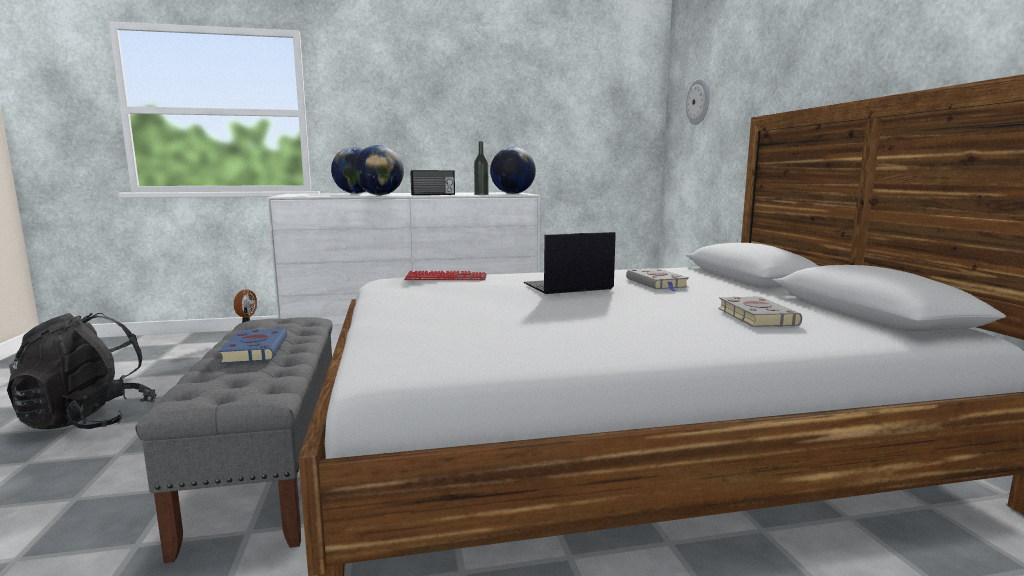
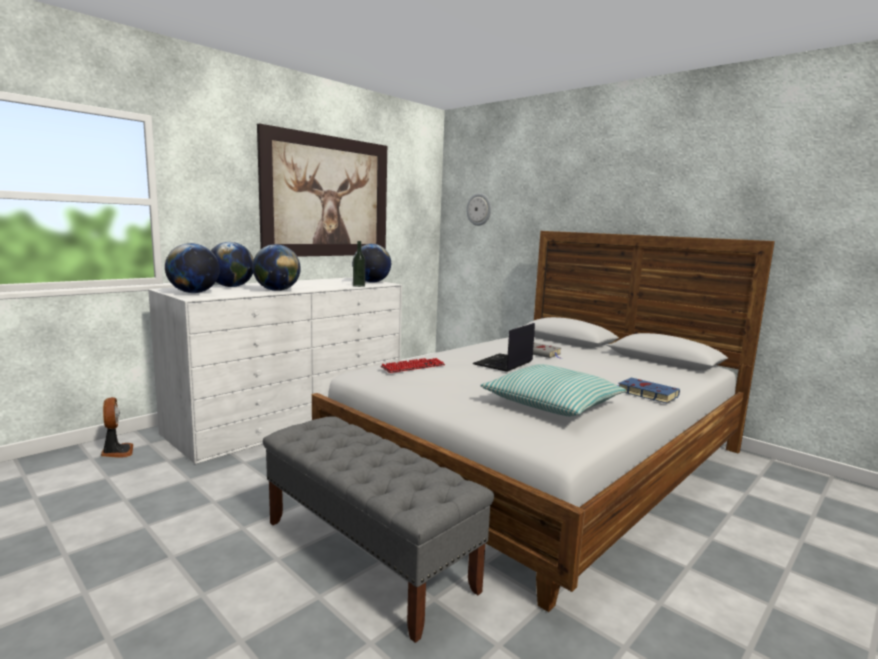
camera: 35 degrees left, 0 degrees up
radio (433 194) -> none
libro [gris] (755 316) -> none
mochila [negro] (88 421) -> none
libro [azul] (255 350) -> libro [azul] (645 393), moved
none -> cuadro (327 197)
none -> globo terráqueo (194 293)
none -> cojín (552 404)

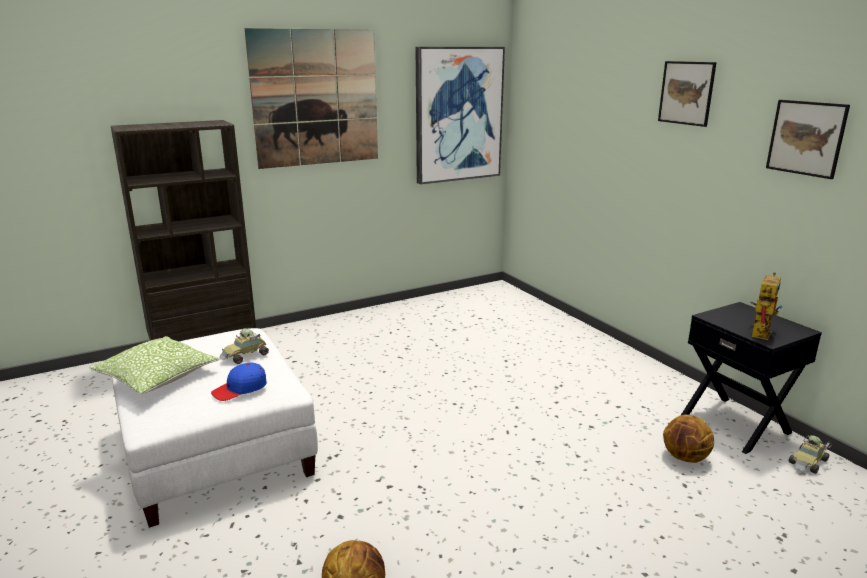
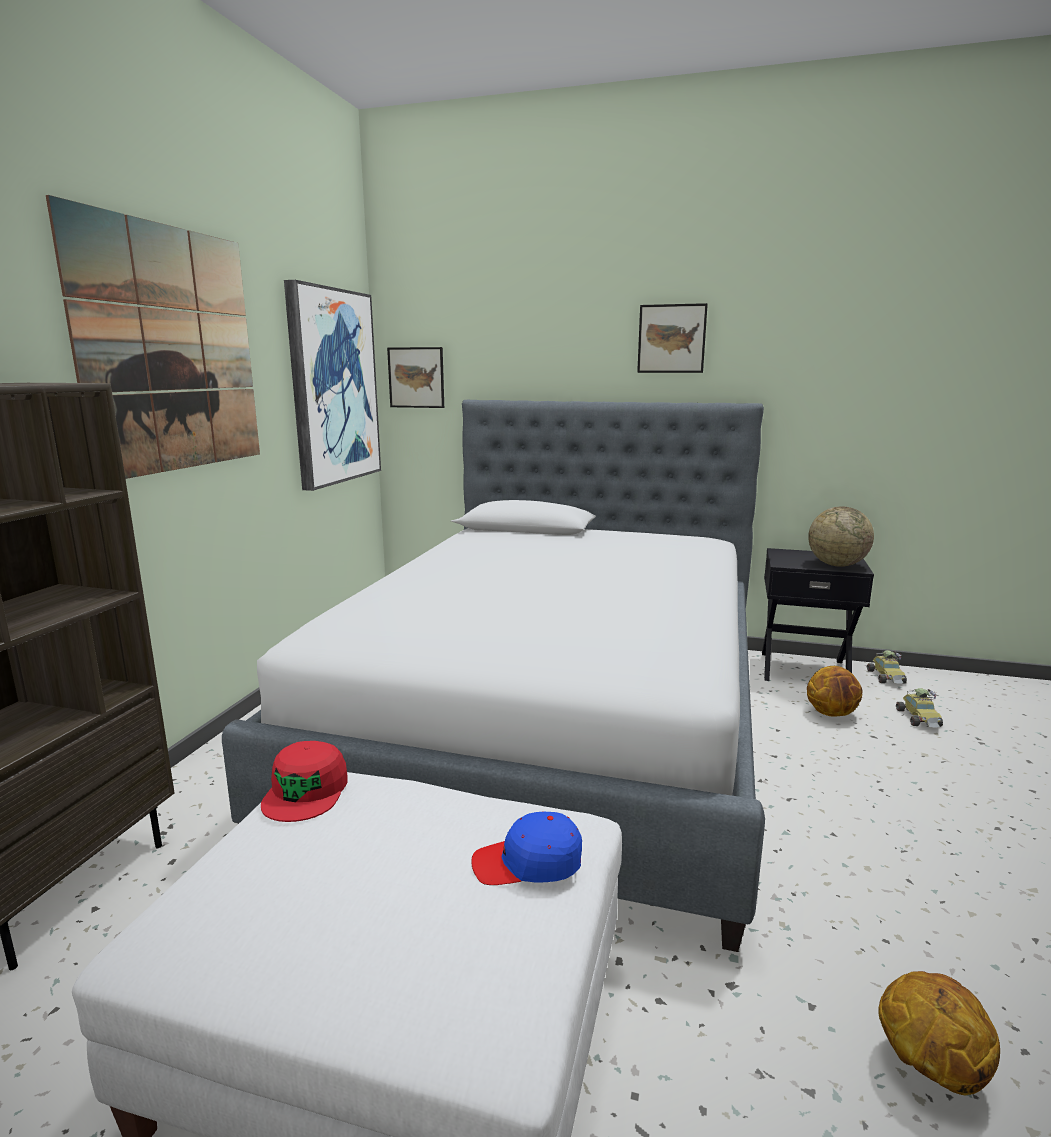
camera: 45 degrees left, 5 degrees down
cuadro (806 138) -> cuadro (416 377), moved
robot de juguete (759 332) -> globo terráqueo (836 565)
coche de juguete (246 356) -> coche de juguete (919 718), moved
cojín (157 377) -> none
gorra [azul] (240 389) -> gorra [azul] (528 863), 75 degrees clockwise
none -> cama (554 724)
none -> gorra [rojo] (306 791)

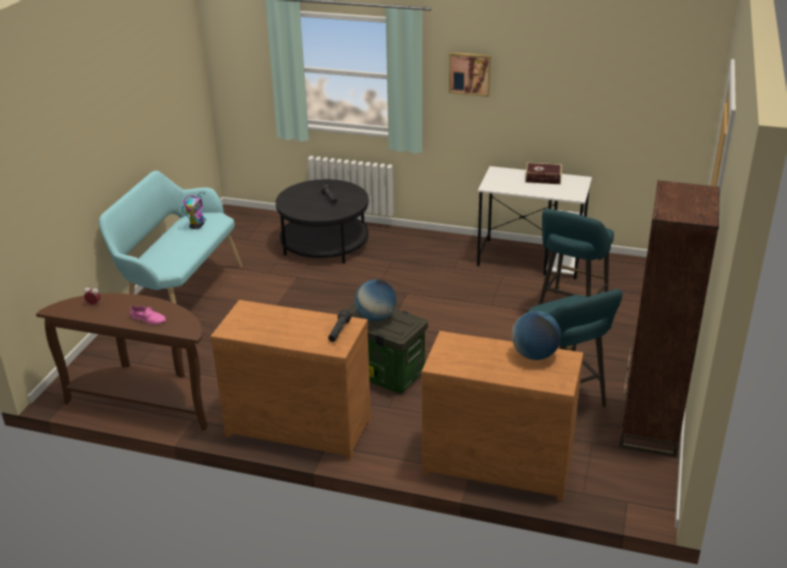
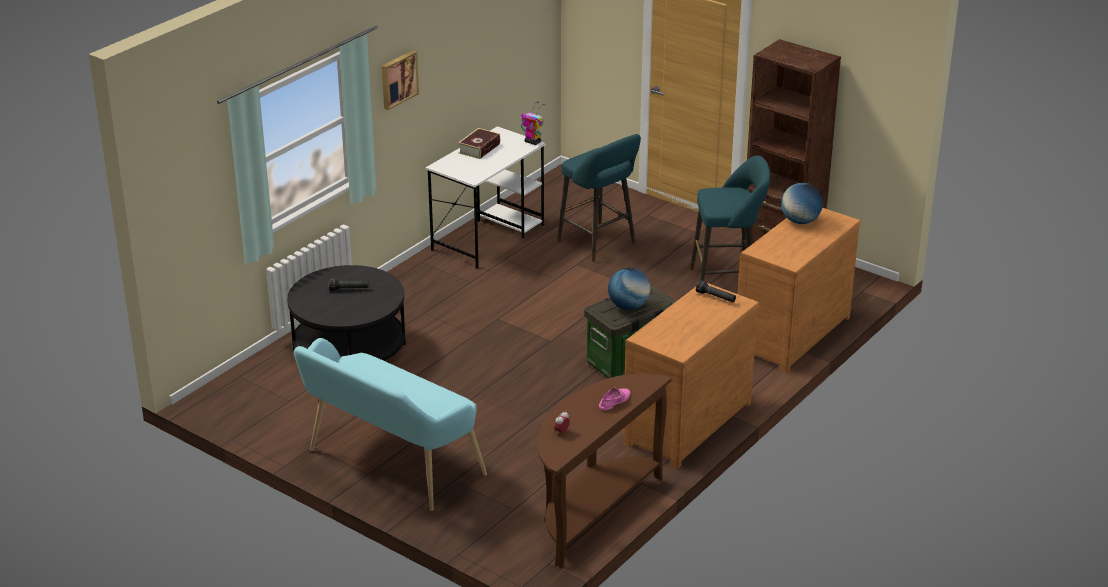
camera: 70 degrees left, 0 degrees up
robot de juguete (197 226) -> robot de juguete (532 142), moved

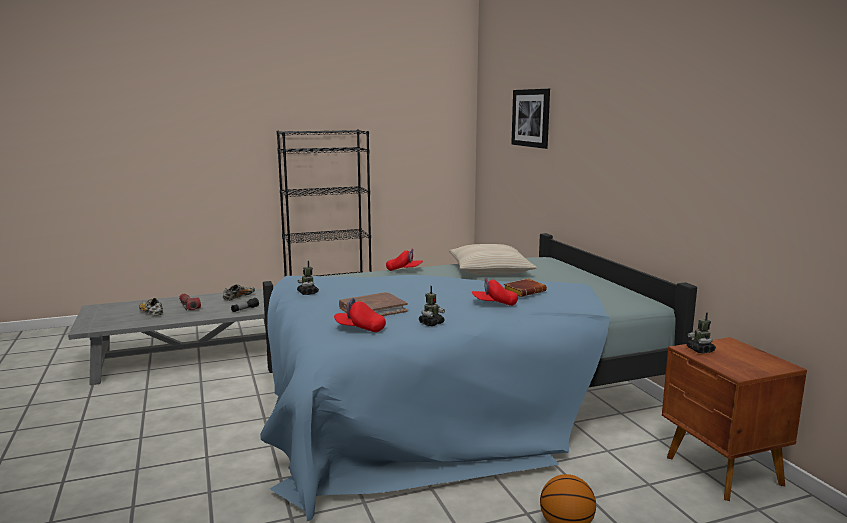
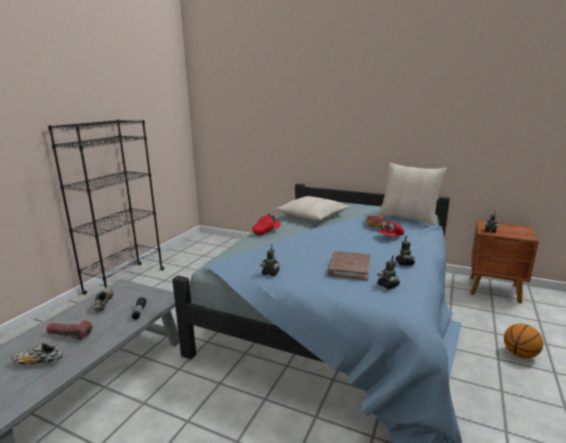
camera: 45 degrees left, 5 degrees up
cuadro (531 118) -> none
gorra [rojo] (360 329) -> robot de juguete (388 285)
none -> cojín [beis] (408 218)

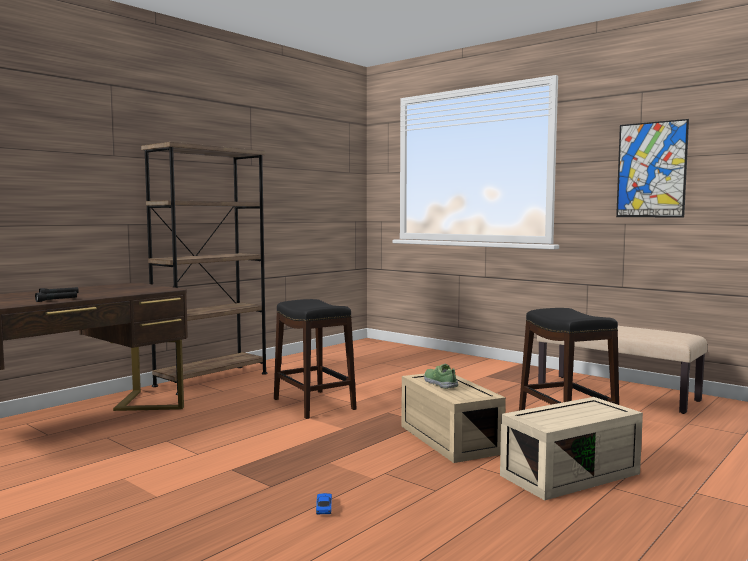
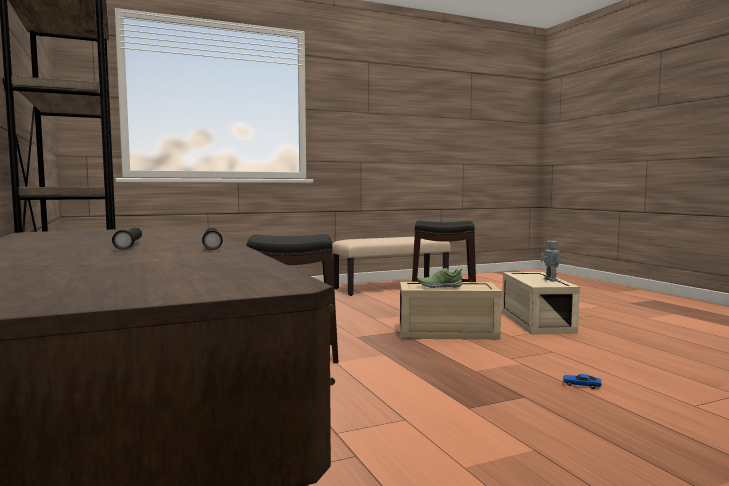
camera: 65 degrees left, 0 degrees up
cuadro (651 170) -> none
none -> robot de juguete (550 280)

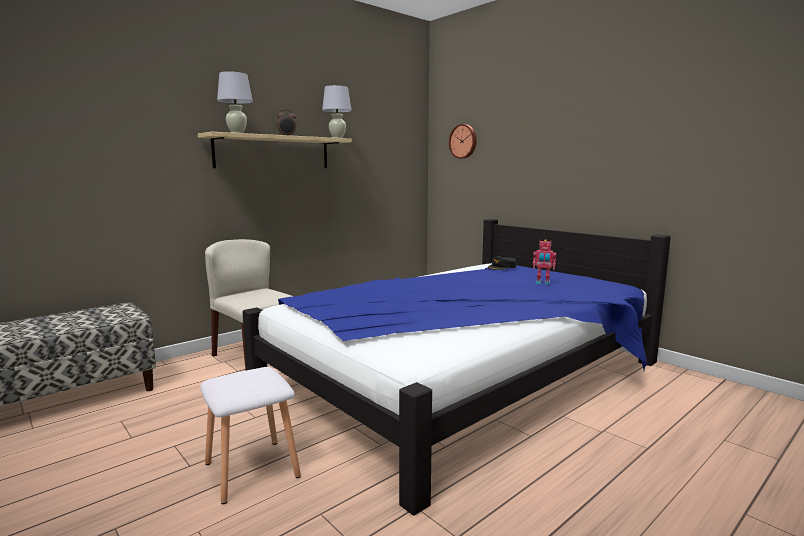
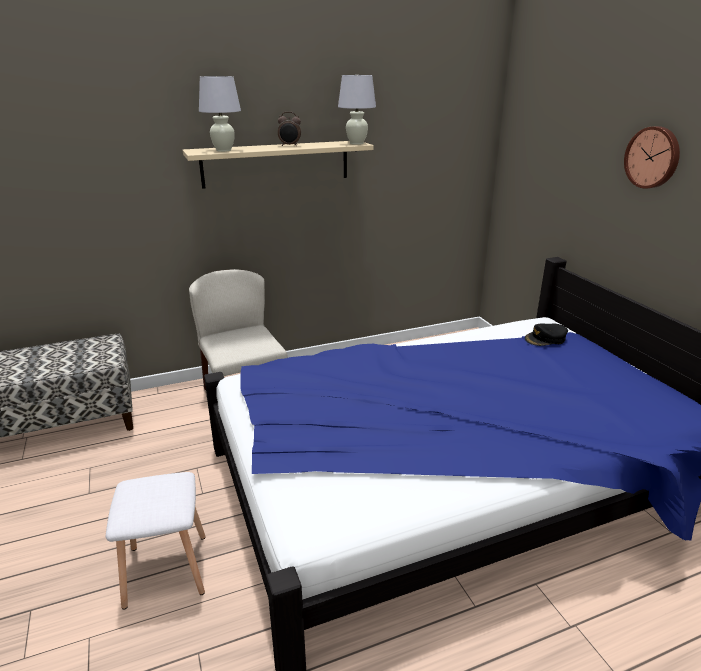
camera: 20 degrees right, 15 degrees up
reloj de pared (463 141) -> reloj de pared (653 157), moved
robot de juguete (542 283) -> none

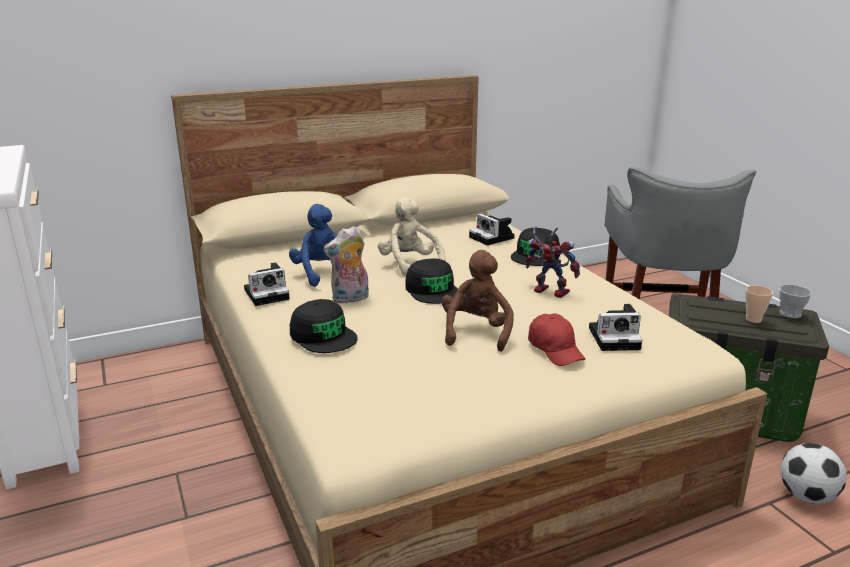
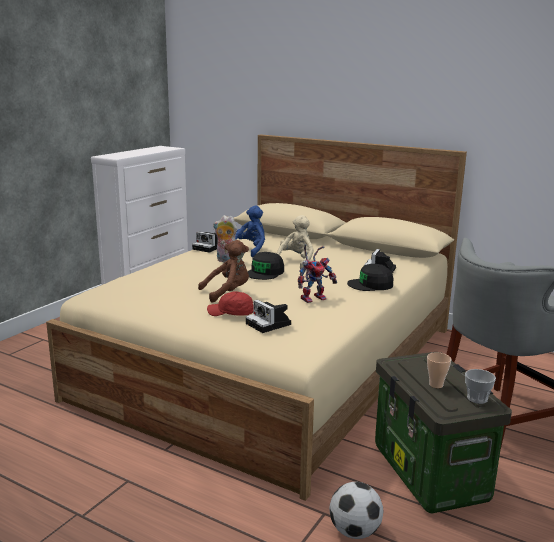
camera: 55 degrees right, 5 degrees down
robot de juguete (547 292) -> robot de juguete (314 298), 60 degrees clockwise
gorra [negro] (323 336) -> none
gorra [rojo] (555 350) -> gorra [rojo] (231 313), 75 degrees clockwise

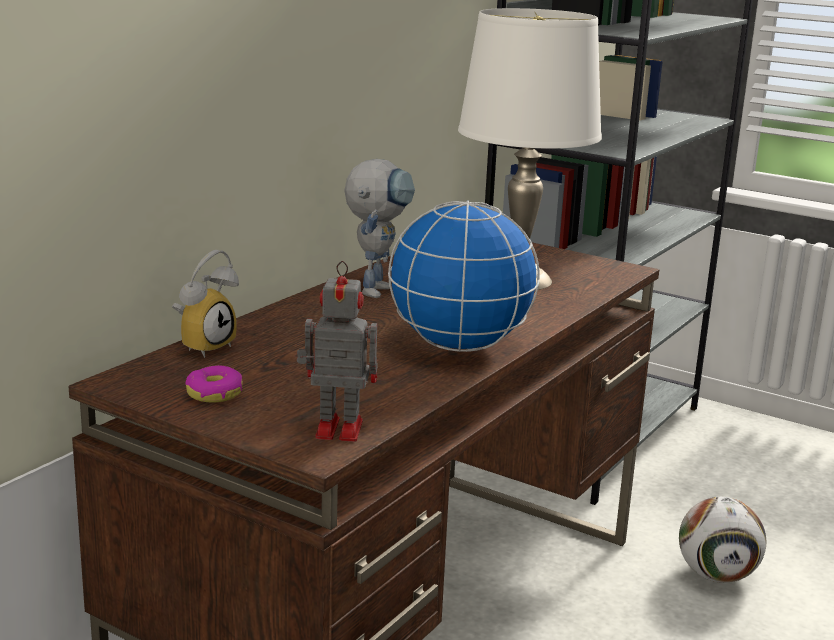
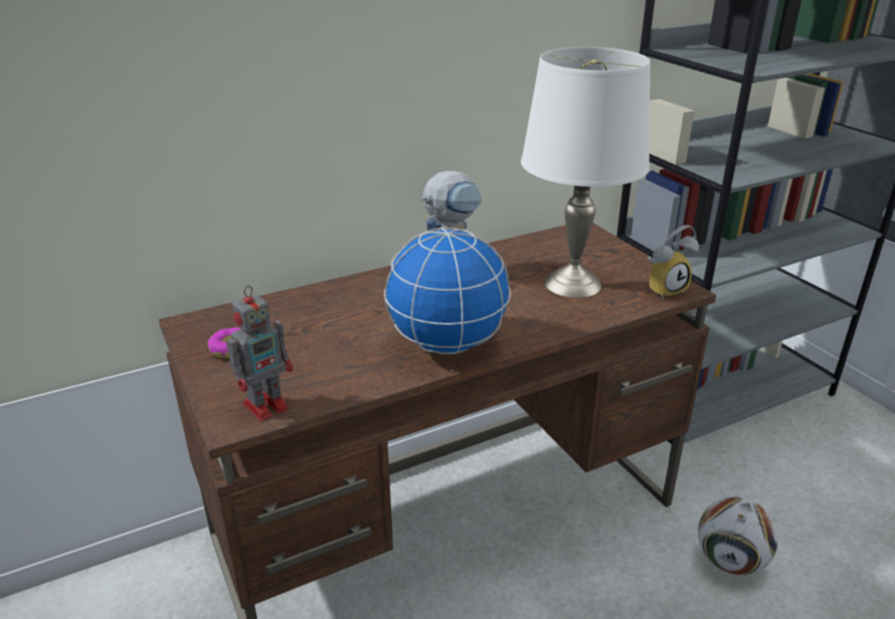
camera: 30 degrees right, 10 degrees up
despertador (204 346) -> despertador (664 289), moved
robot de juguete (336 429) -> robot de juguete (267 405), 105 degrees clockwise

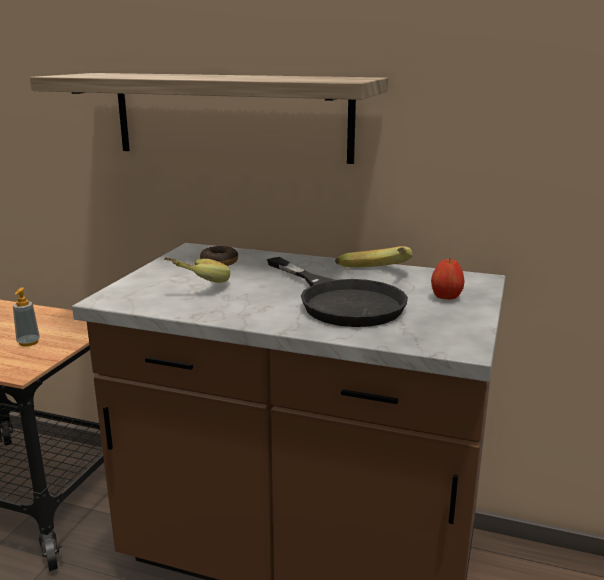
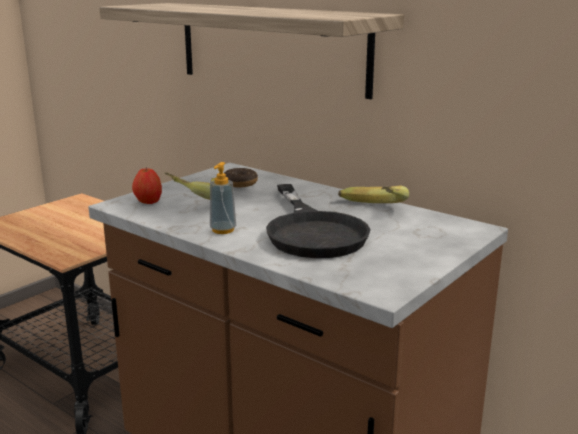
camera: 20 degrees right, 0 degrees up
manzana (446 298) -> manzana (148 202), moved
dispensador de jabón (28 342) -> dispensador de jabón (223 230), moved

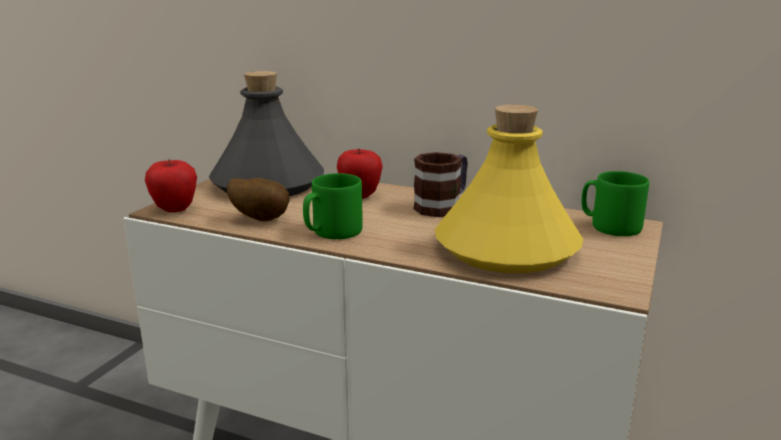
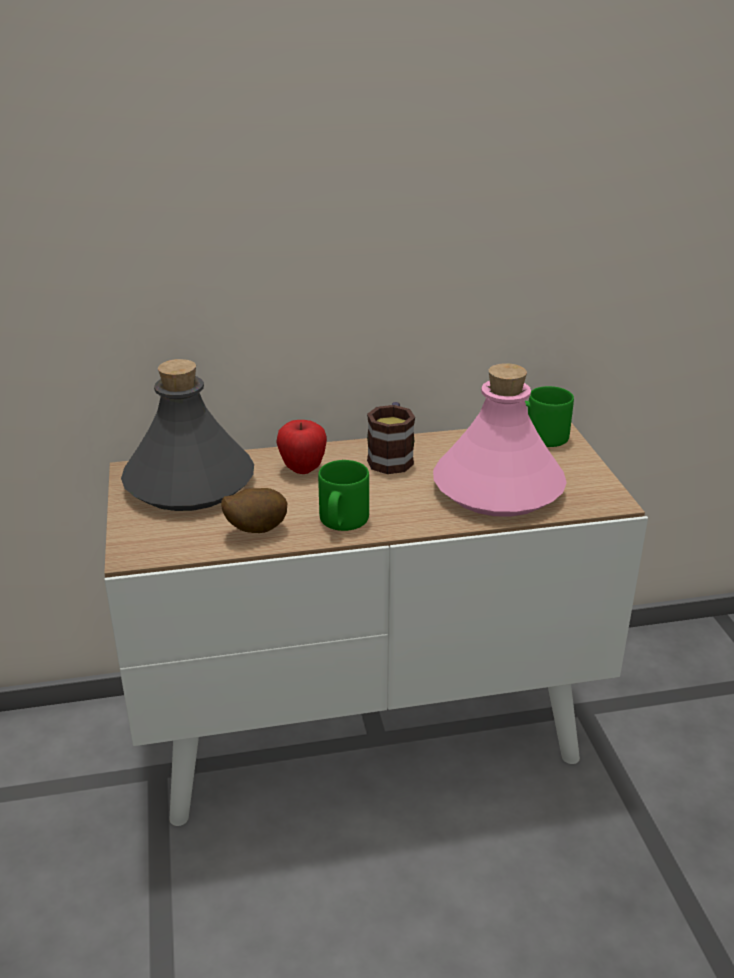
camera: 35 degrees left, 10 degrees up
botella [amarillo] (505 249) -> botella [rosa] (497 489)
manzana (175 210) -> none

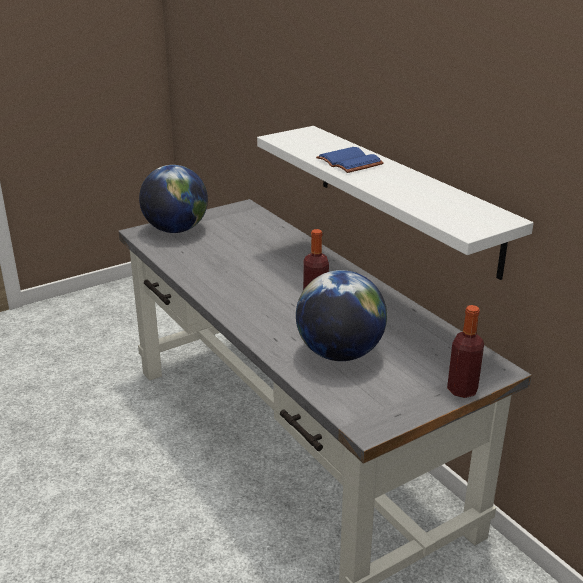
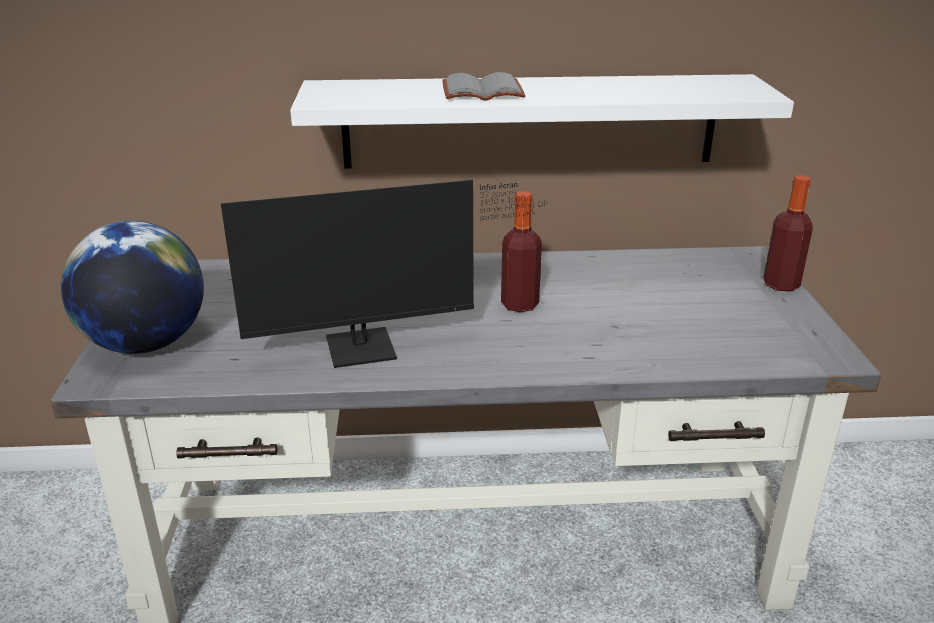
camera: 60 degrees left, 0 degrees up
libro [azul] (351 162) -> libro [gris] (483 91)
globo terráqueo (339 353) -> none
none -> monitor (373 347)

